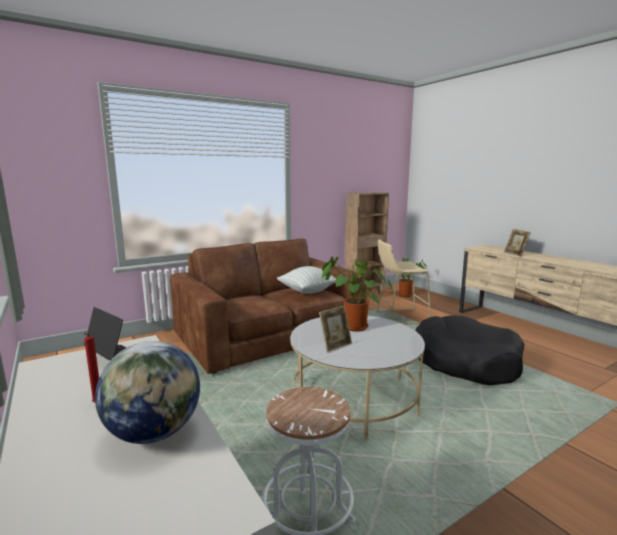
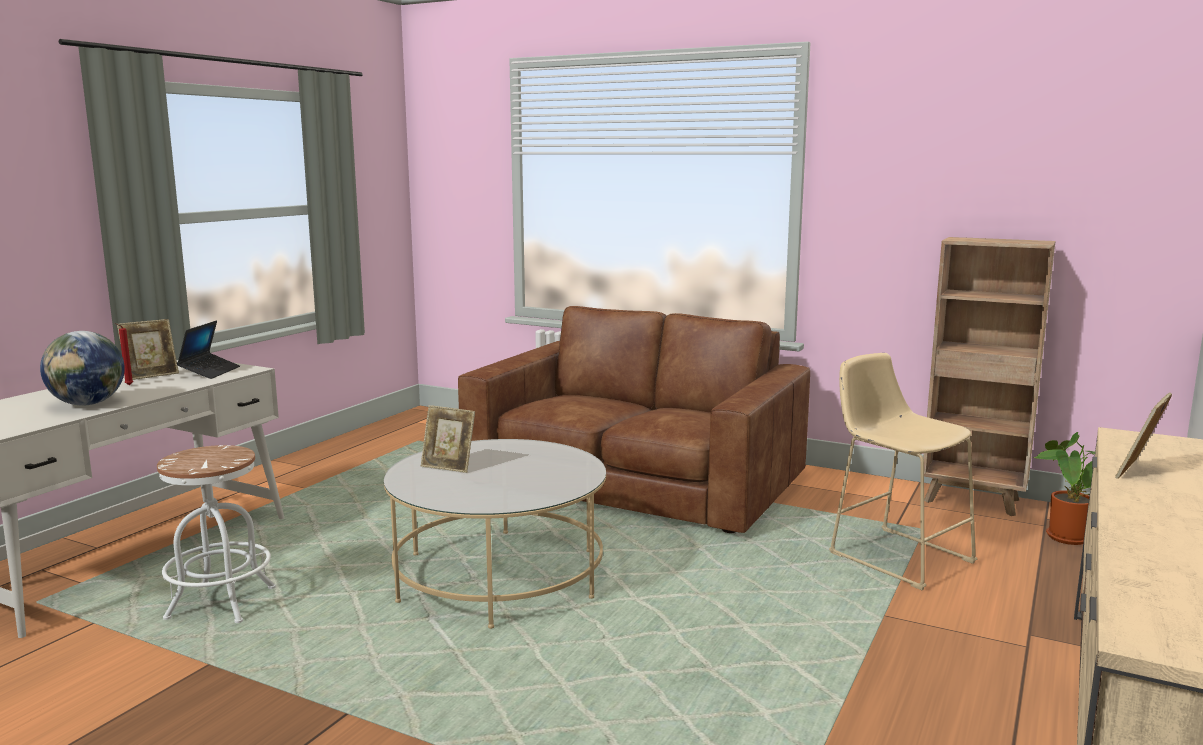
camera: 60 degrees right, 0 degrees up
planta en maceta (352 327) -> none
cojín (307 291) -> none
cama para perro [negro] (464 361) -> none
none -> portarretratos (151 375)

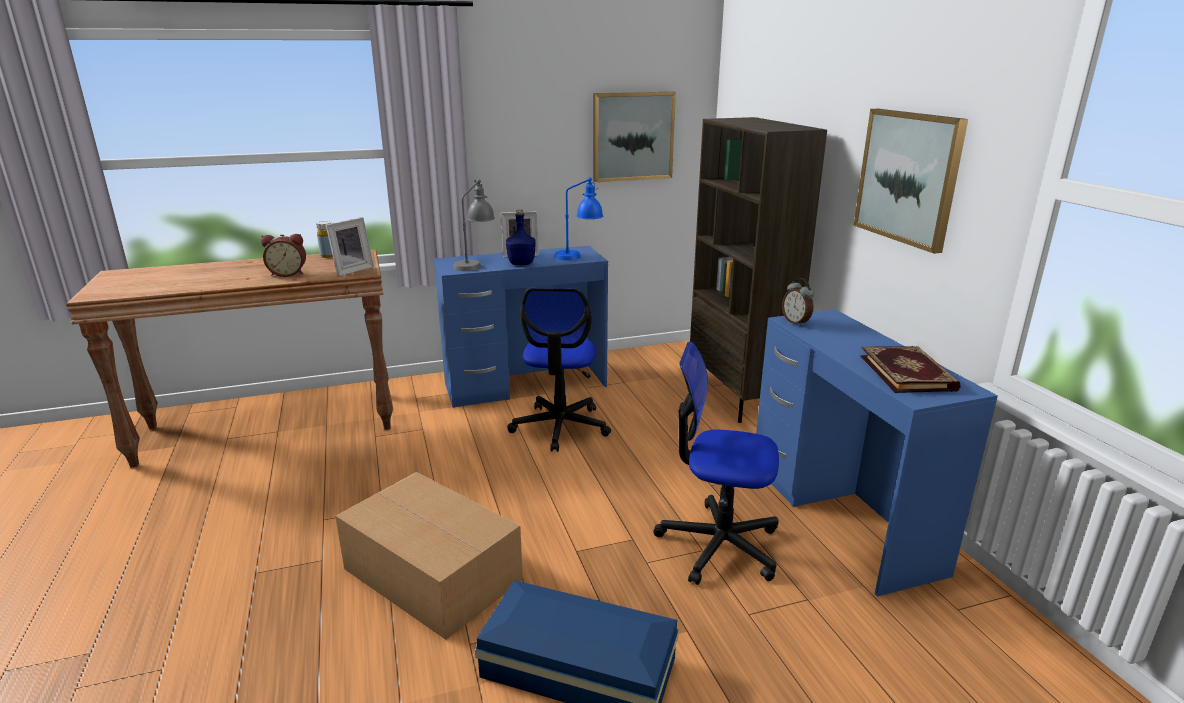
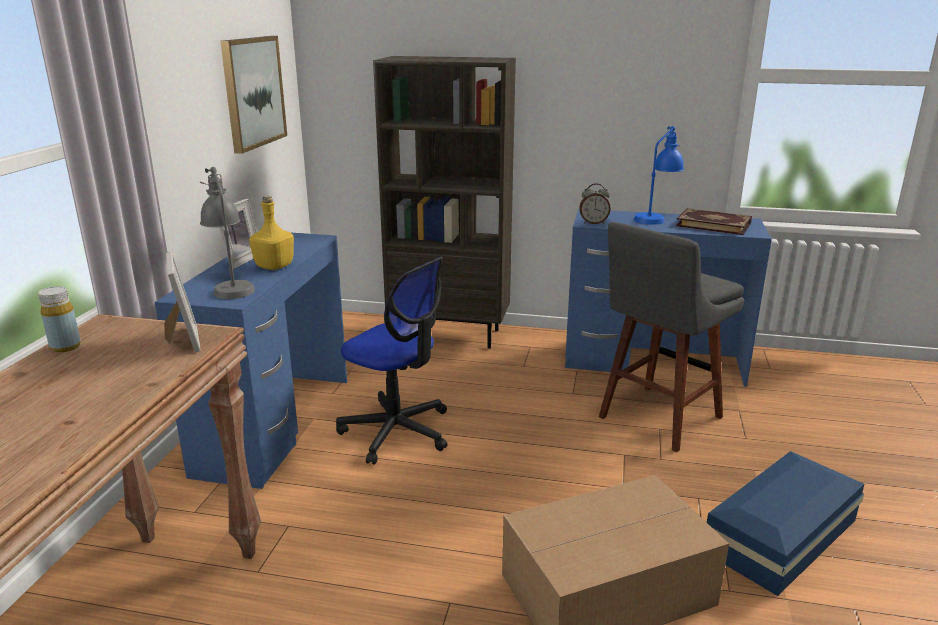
camera: 60 degrees left, 0 degrees up
cuadro (908 177) -> none
lámpara de mesa [azul] (579 257) -> lámpara de mesa [azul] (656 217), moved
botella [azul] (520 263) -> botella [amarillo] (274 267)
despertador (288 273) -> none
silla de oficina (718 544) -> taburete [gris] (656 419)

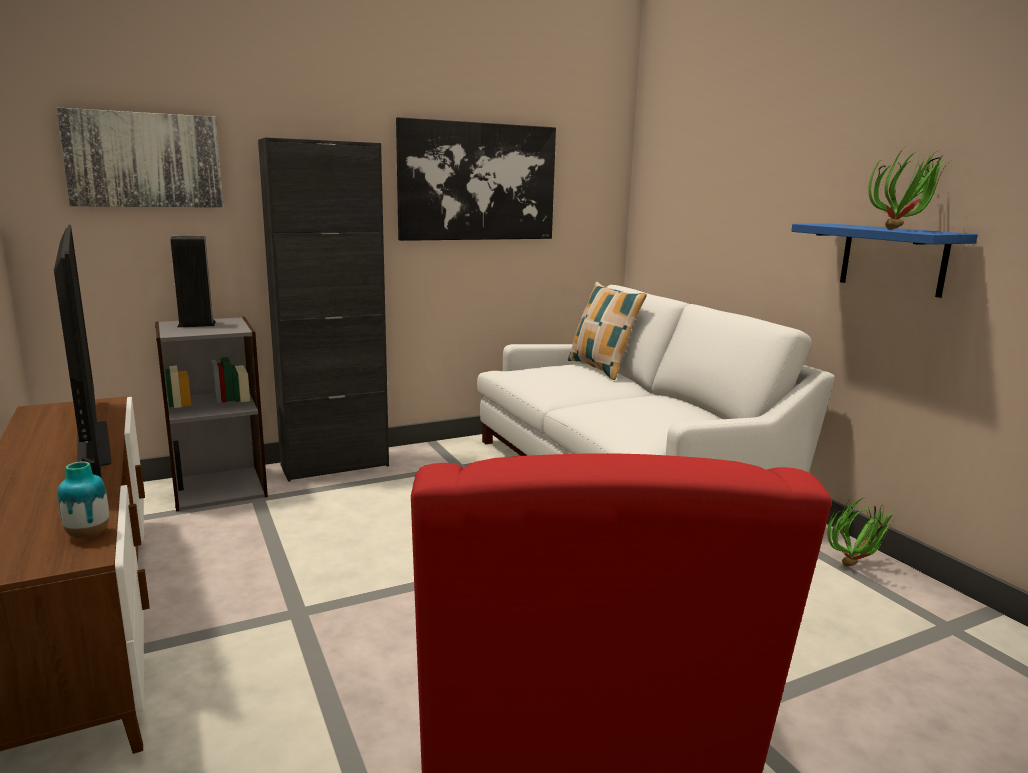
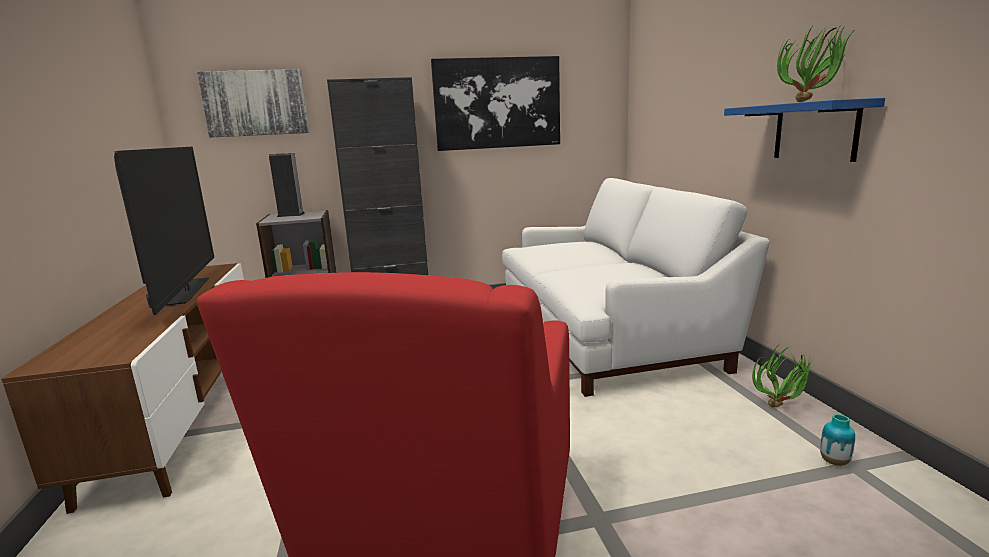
camera: 15 degrees right, 0 degrees up
cojín (601 369) -> none
florero (88 534) -> florero (834 462), moved

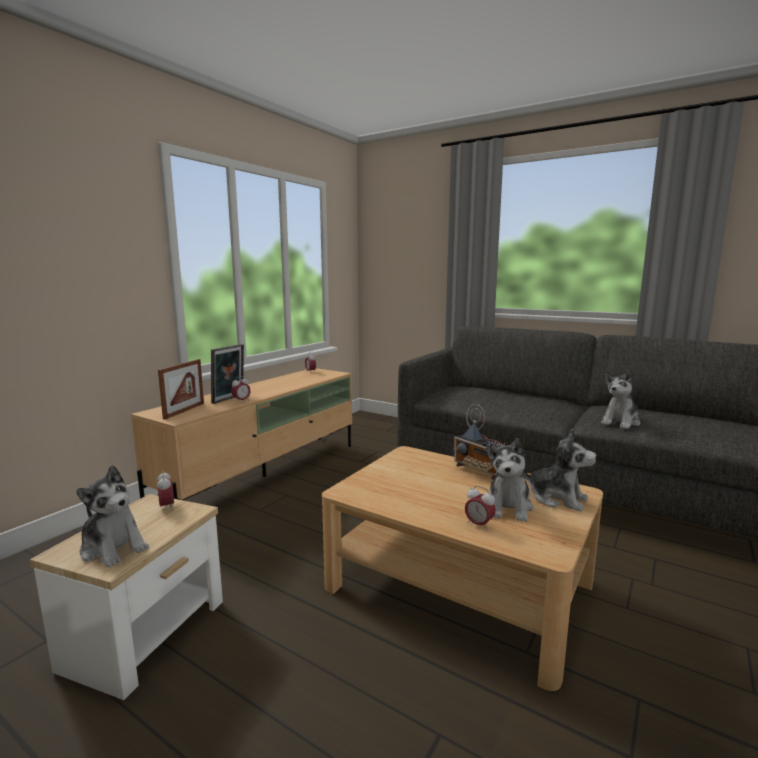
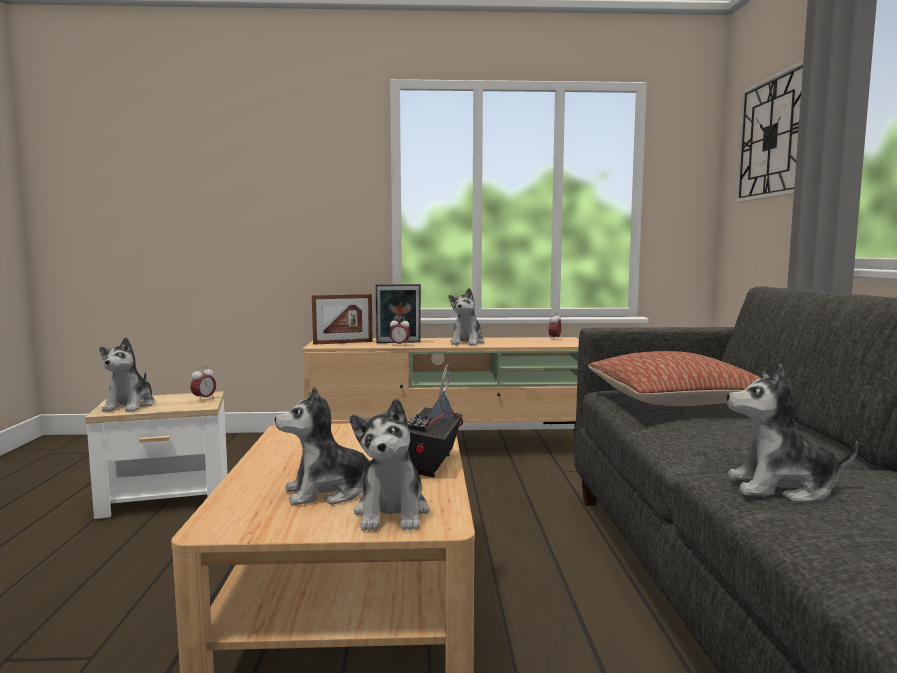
camera: 55 degrees right, 5 degrees down
despertador (479 525) -> none
none -> reloj de pared (772 137)
none -> peluche (467 342)
none -> cojín (675 401)

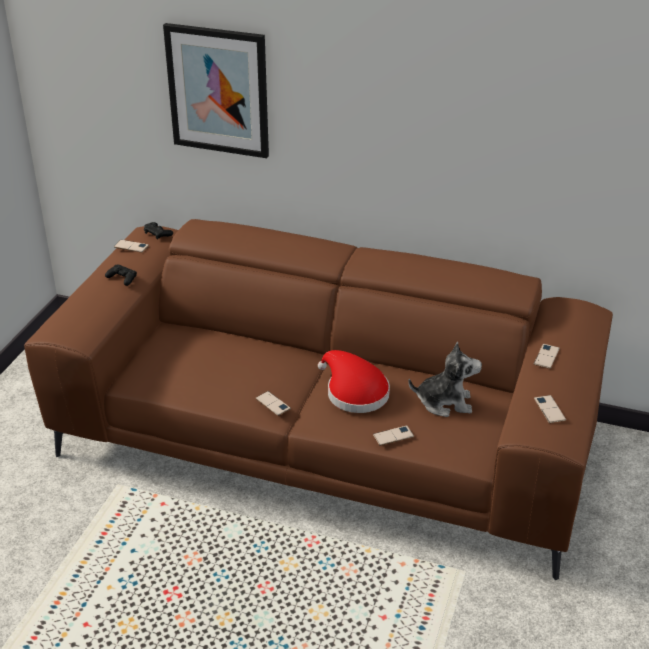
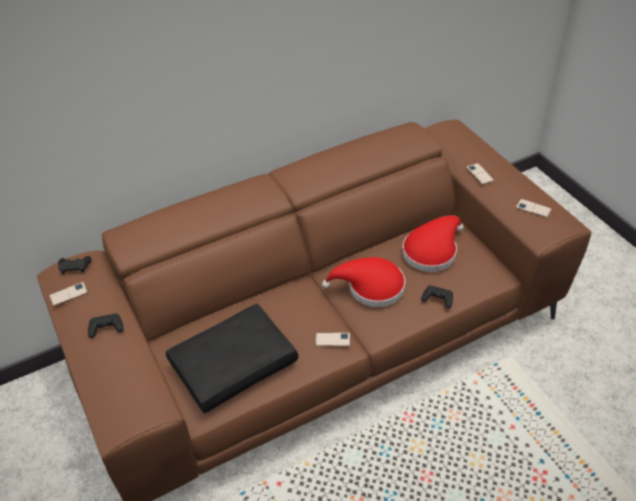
camera: 45 degrees left, 10 degrees up
cuadro (218 90) -> none
peluche (445 402) -> sombrero [rojo] (432 251)
móvil (393 436) -> mando de consola [negro] (437 299)
none -> cojín [negro] (233 363)

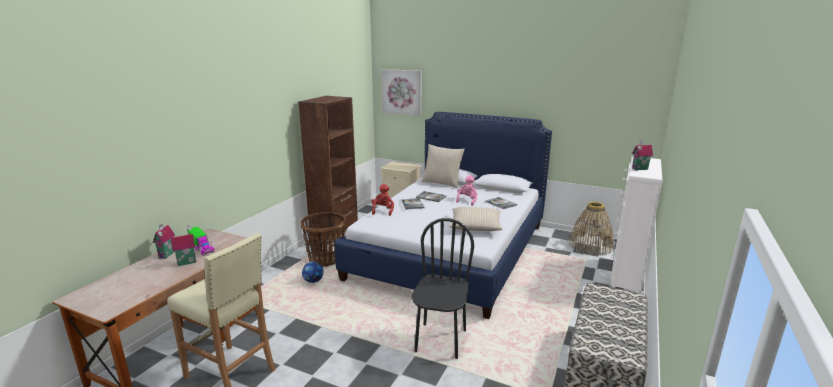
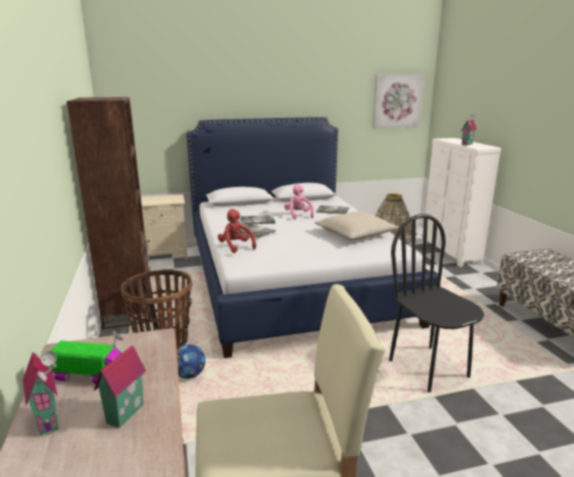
camera: 40 degrees left, 0 degrees up
cuadro (402 92) -> cuadro (397 101), moved
cojín [beis] (442 183) -> none

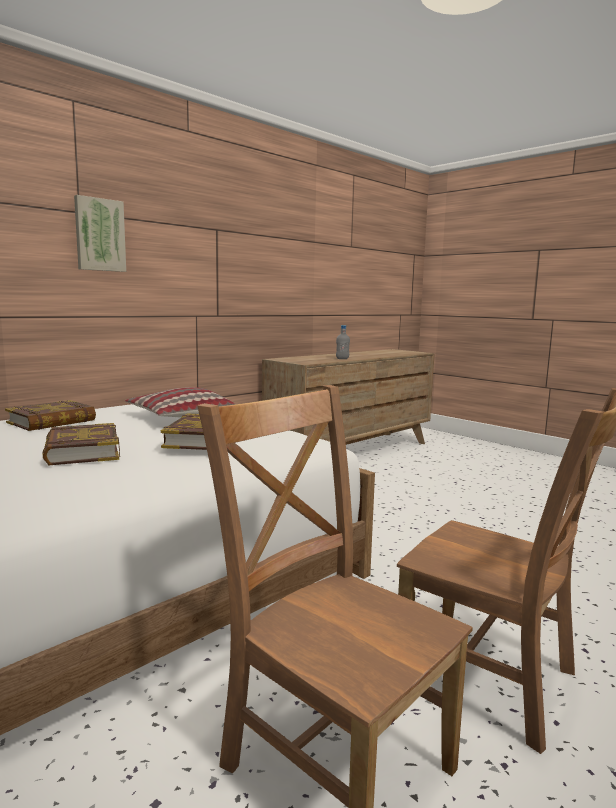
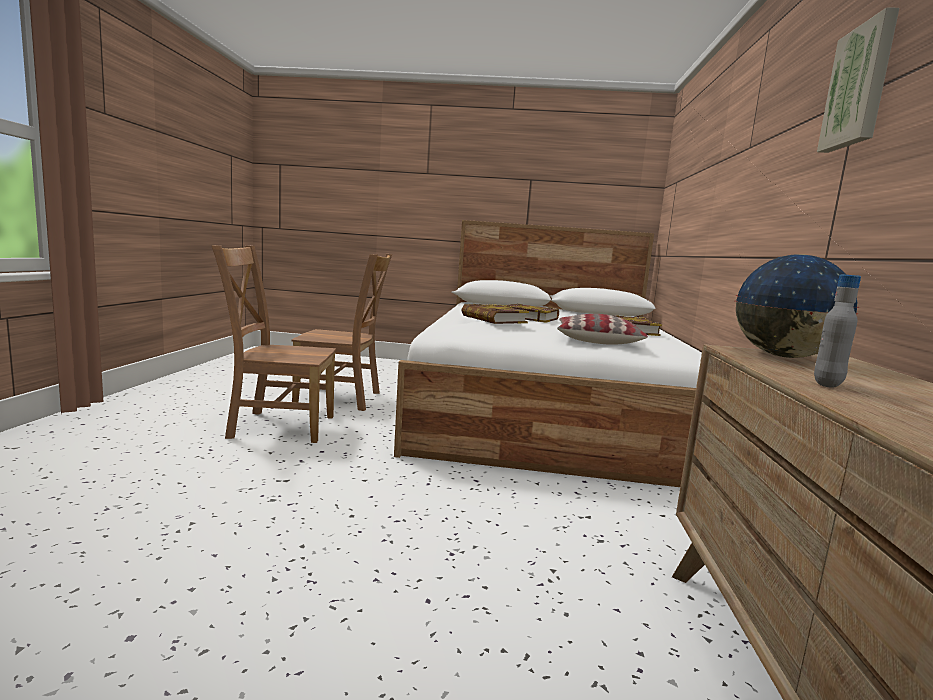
camera: 140 degrees right, 0 degrees up
cuadro (99 235) -> cuadro (860 86), moved
none -> globo terráqueo (784 356)

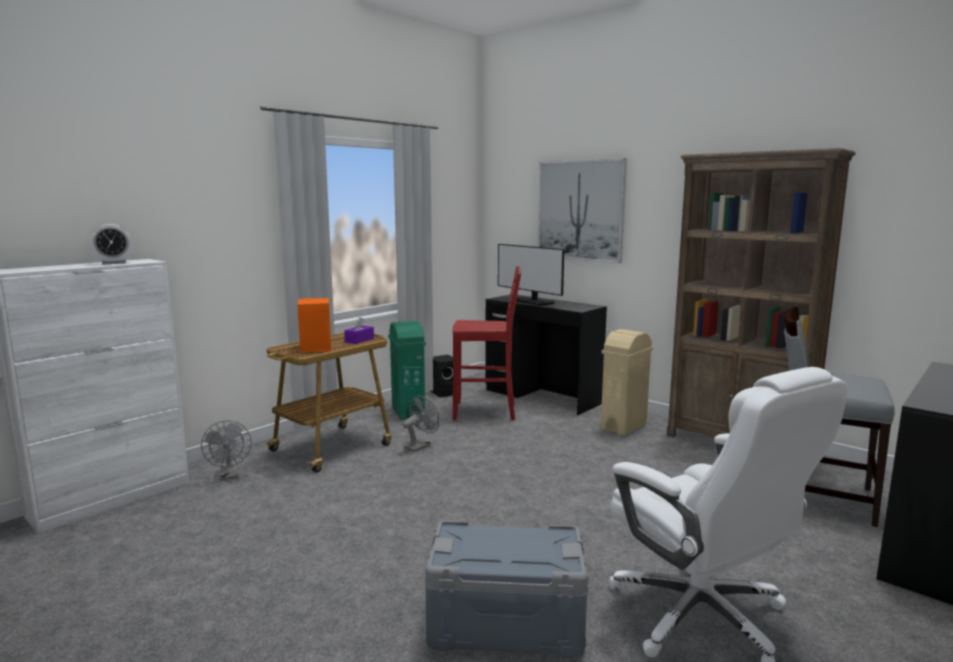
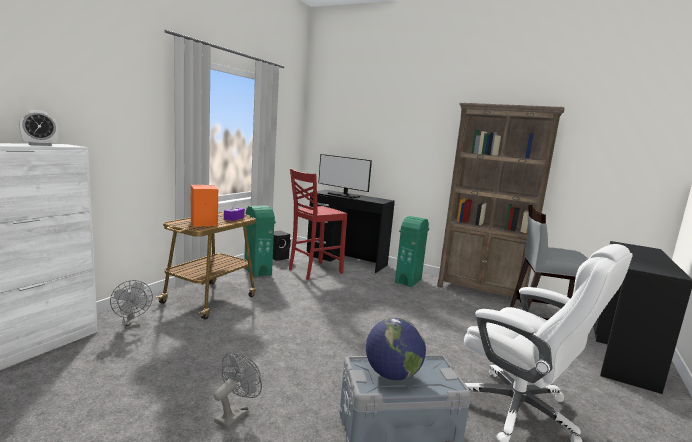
camera: 15 degrees left, 0 degrees up
cuadro (580 210) -> none
silla [rojo] (486 412) -> silla [rojo] (313 271), 150 degrees clockwise
papelera [beis] (624 427) -> papelera [verde] (408 281)
ventilador [gris] (420 446) -> ventilador [gris] (235 414), moved
none -> globo terráqueo (392 375)

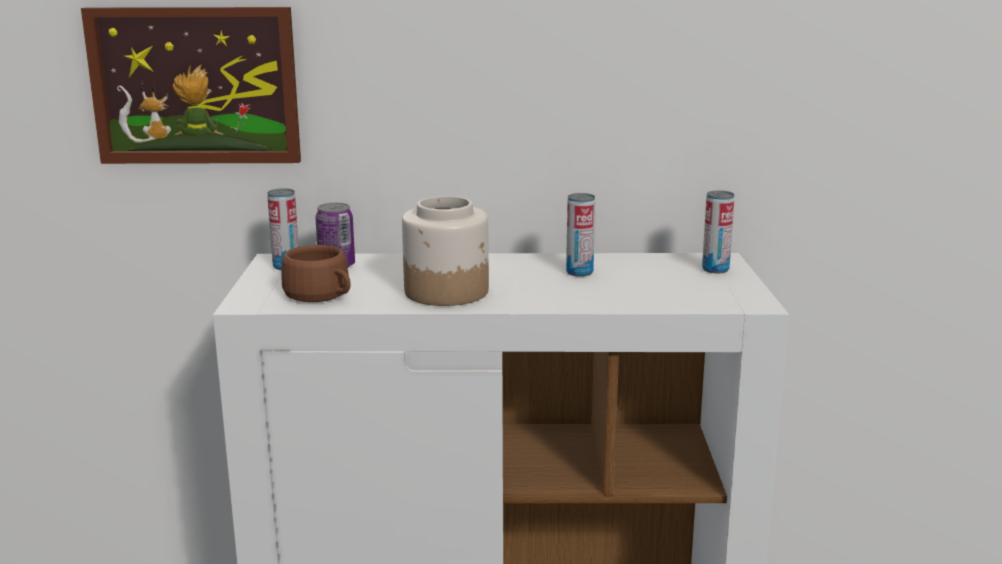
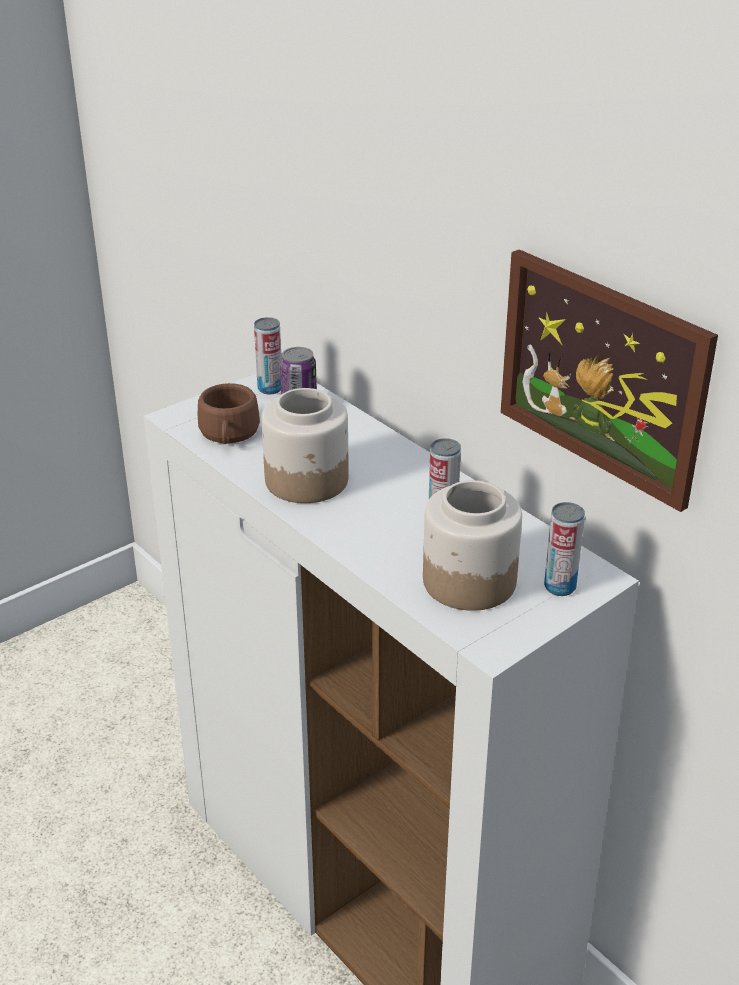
camera: 50 degrees right, 15 degrees up
cuadro (195 86) -> cuadro (601 376), moved
none -> tarro (468 581)

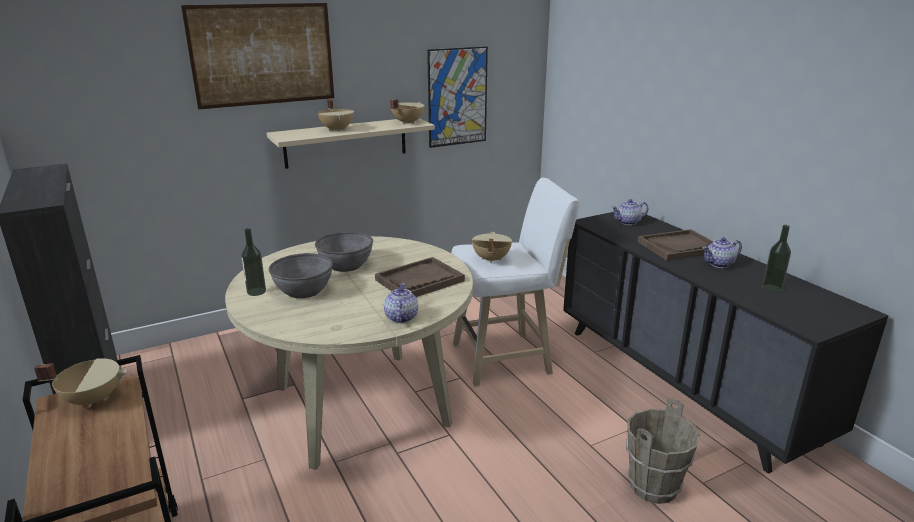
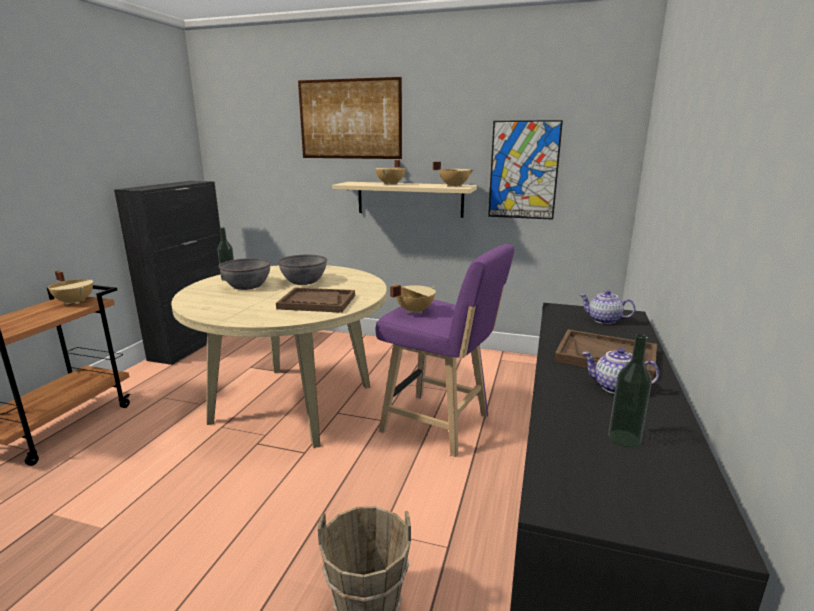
camera: 45 degrees right, 5 degrees down
taburete [blanco] (507 358) -> taburete [morado] (441 425)
tetera (401 317) -> none

